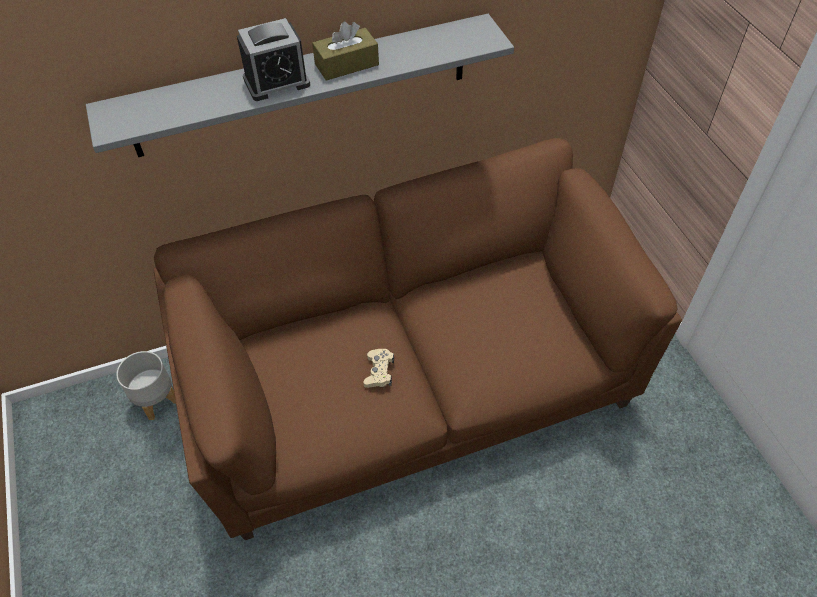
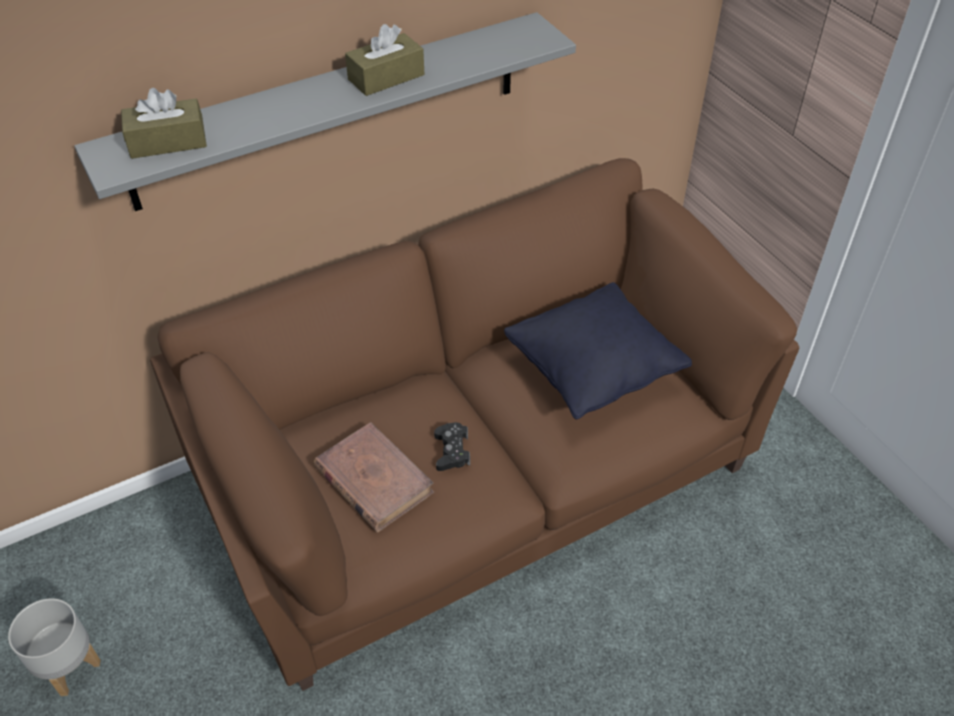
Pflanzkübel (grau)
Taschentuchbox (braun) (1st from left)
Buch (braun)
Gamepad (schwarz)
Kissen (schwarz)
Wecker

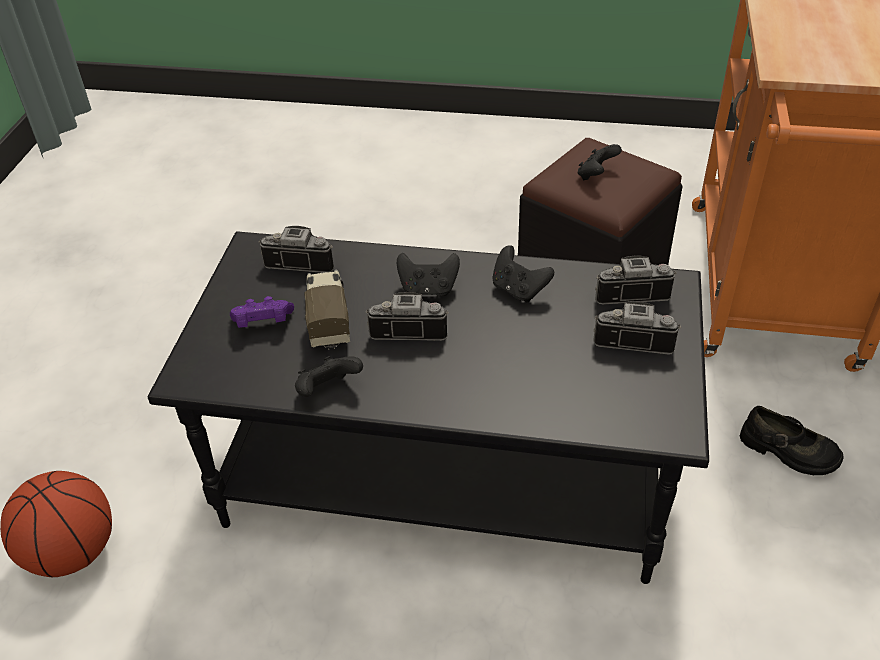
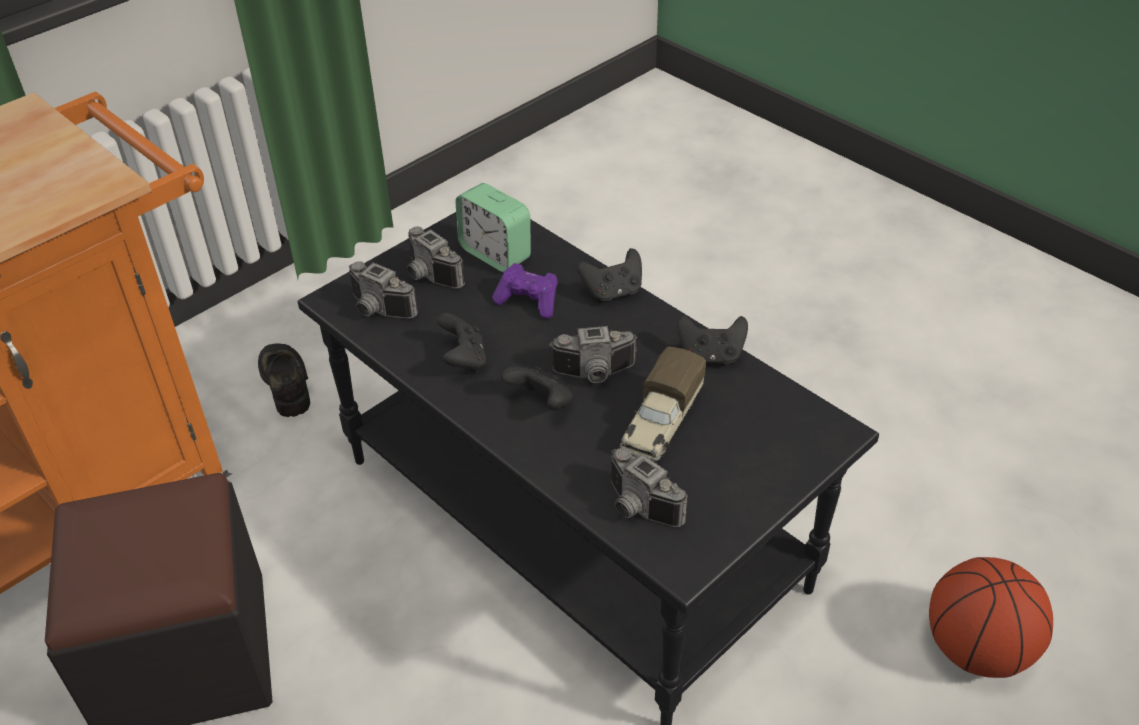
Wecker
Gamepad (lila)
Kamera (3rd from left)
Gamepad (schwarz) (3rd from left)

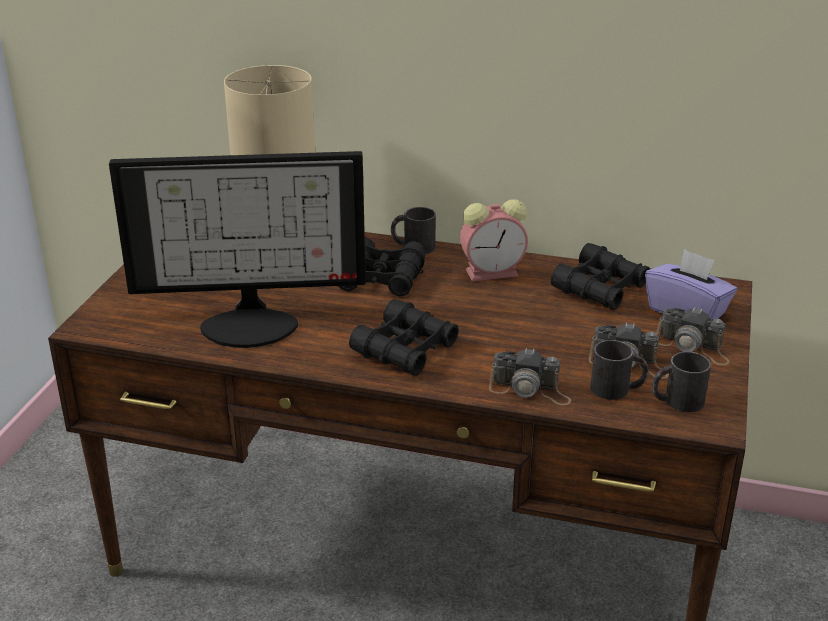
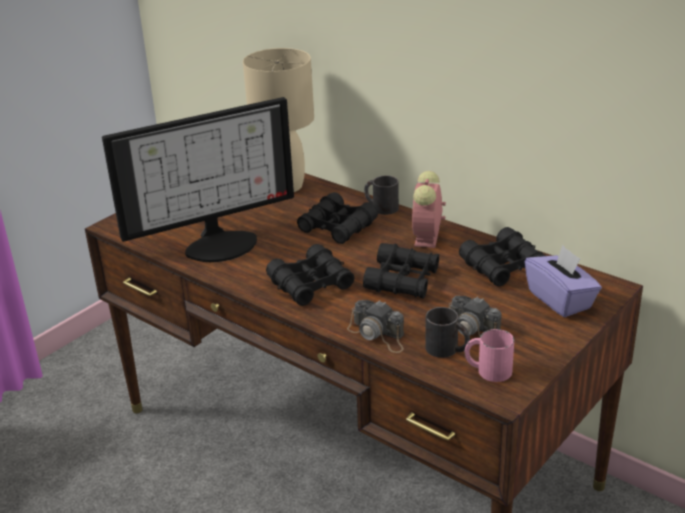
Monitor
Fernglas (schwarz) (3rd from left)
Wecker
Henkelbecher (rosa)
Kamera (3rd from left in the first image)

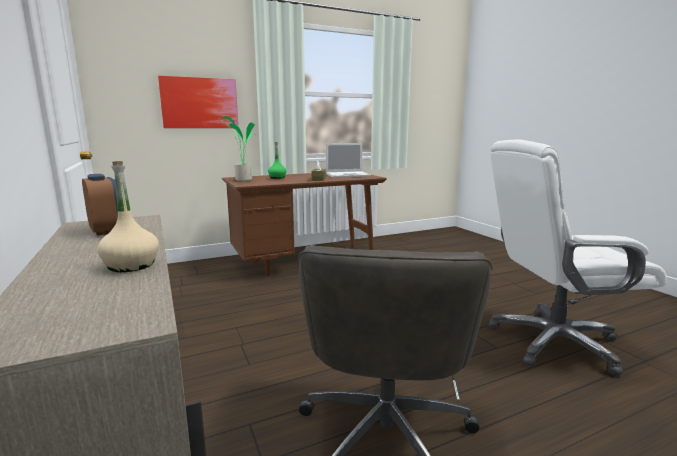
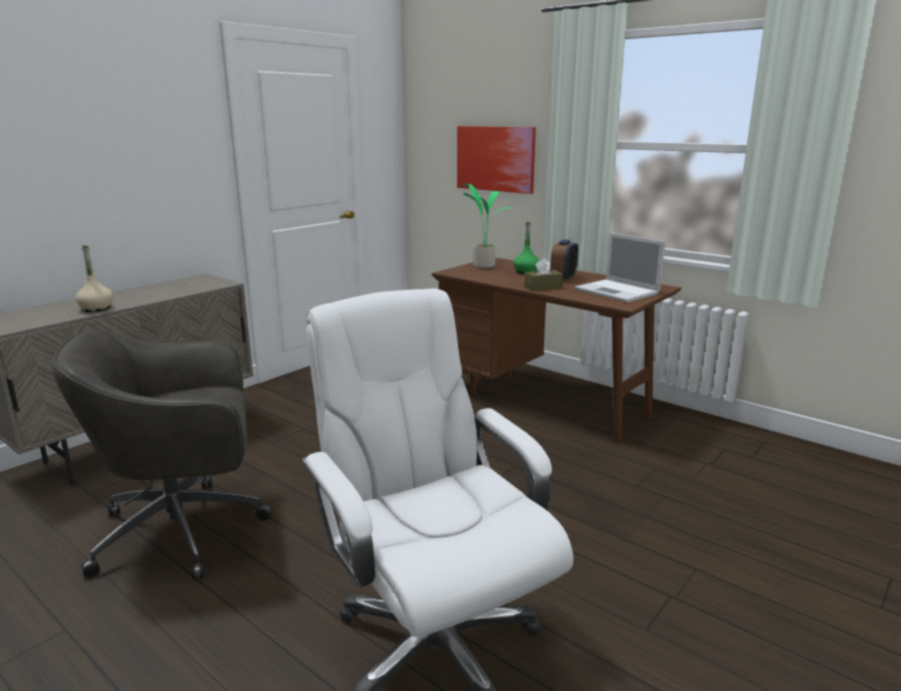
Wecker

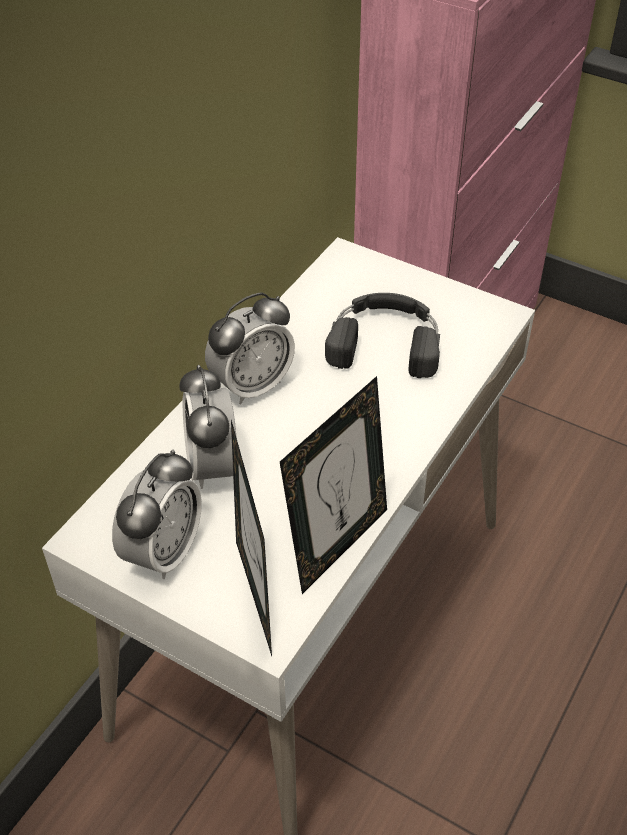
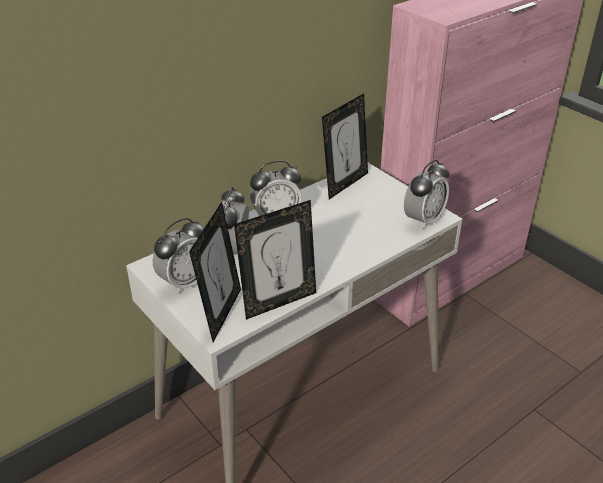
Bilderrahmen (3rd from left)
Wecker (4th from left)
Kopfhörer (schwarz)

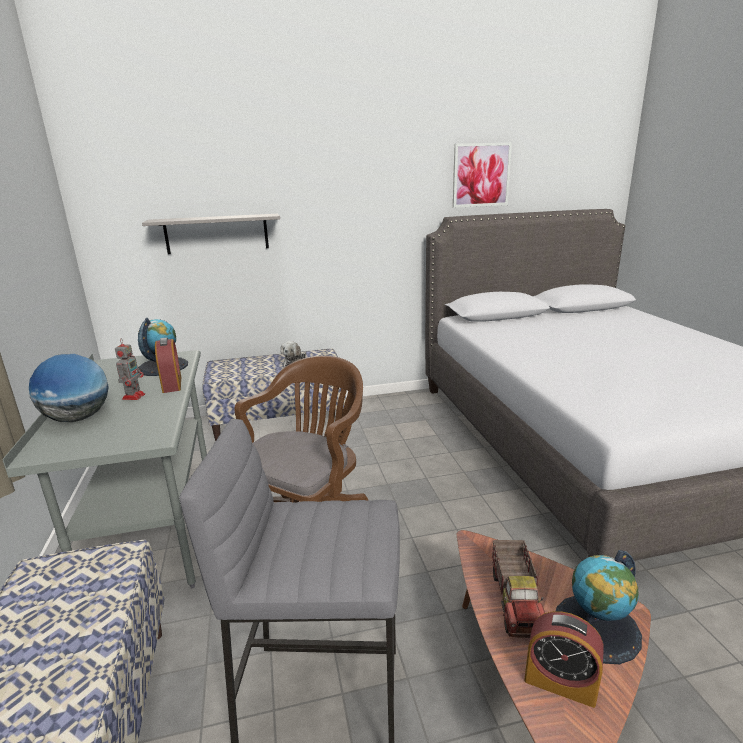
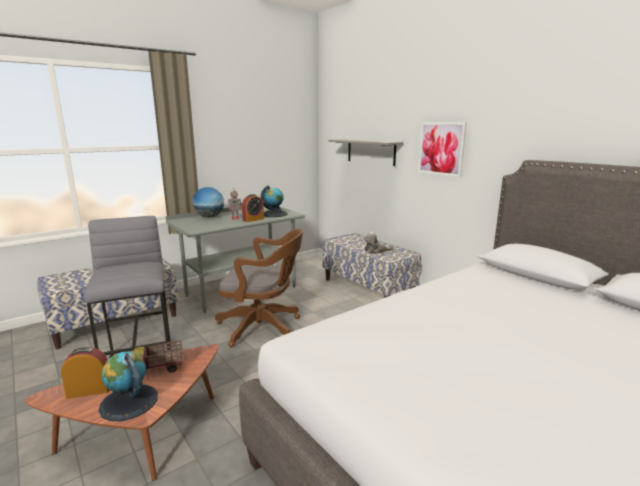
Wecker (1st from left)
Bild

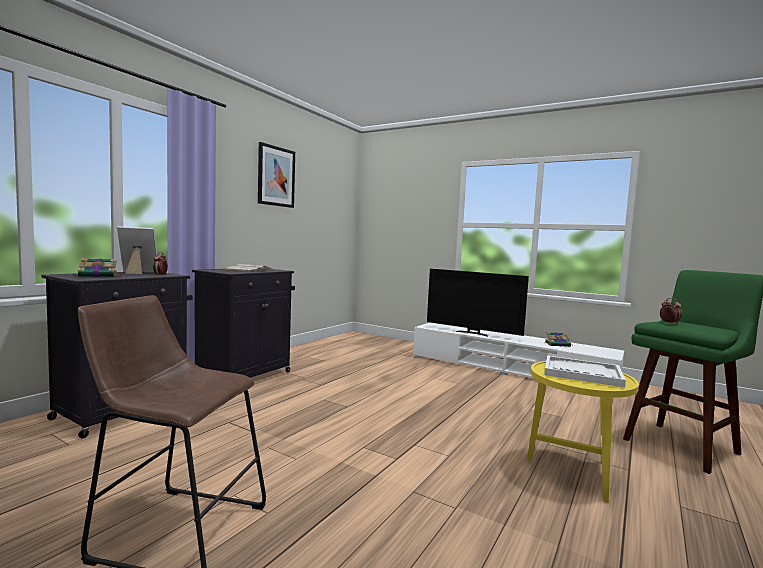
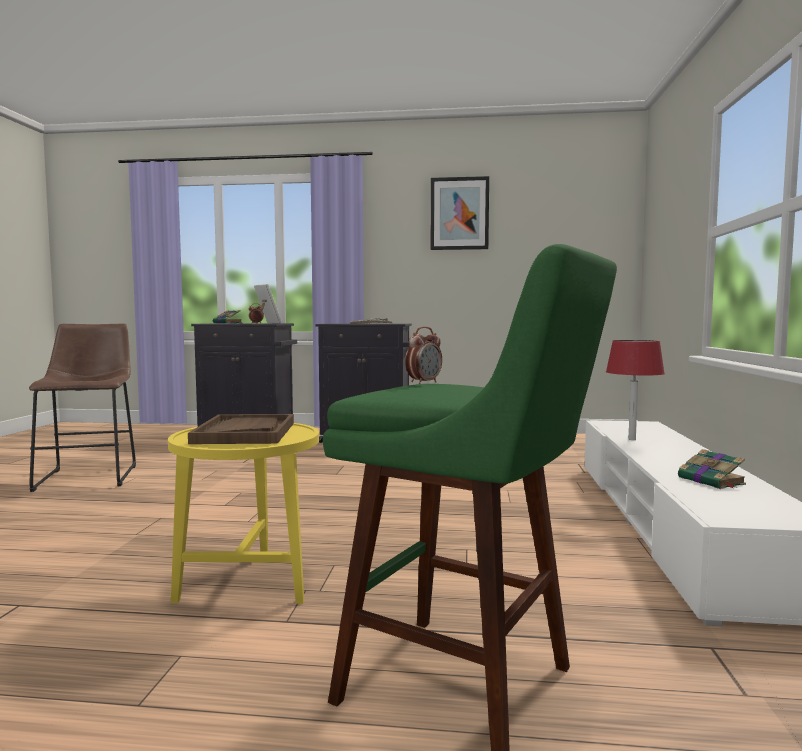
Tablett (braun)
Tischlampe (rot)

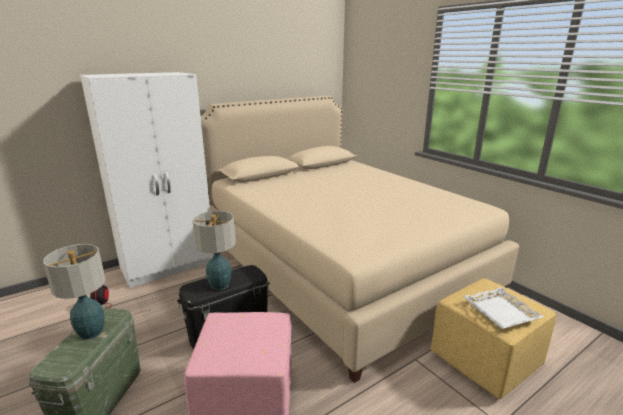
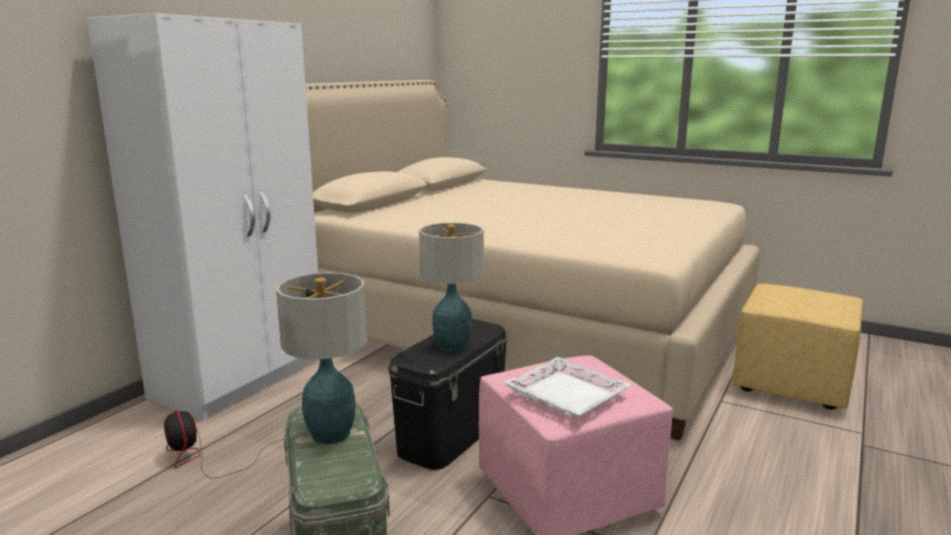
Tablett (weiß)

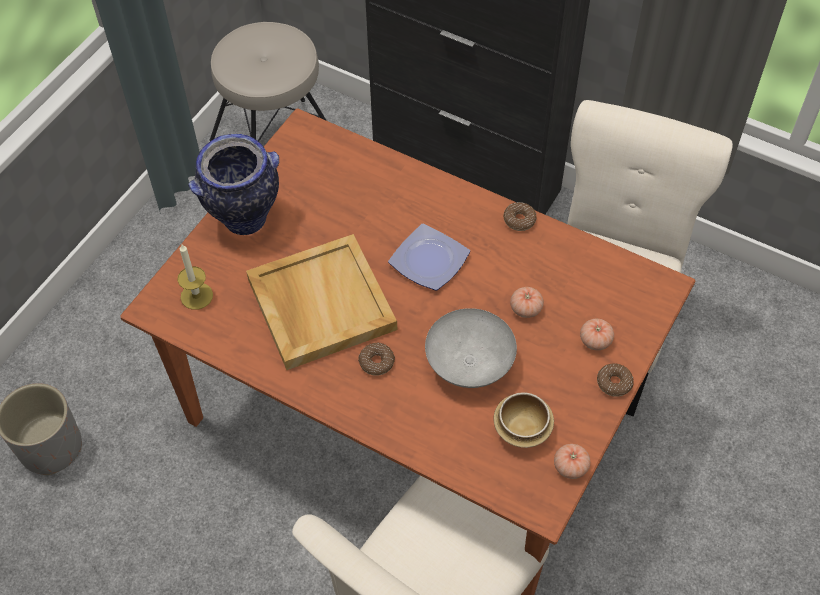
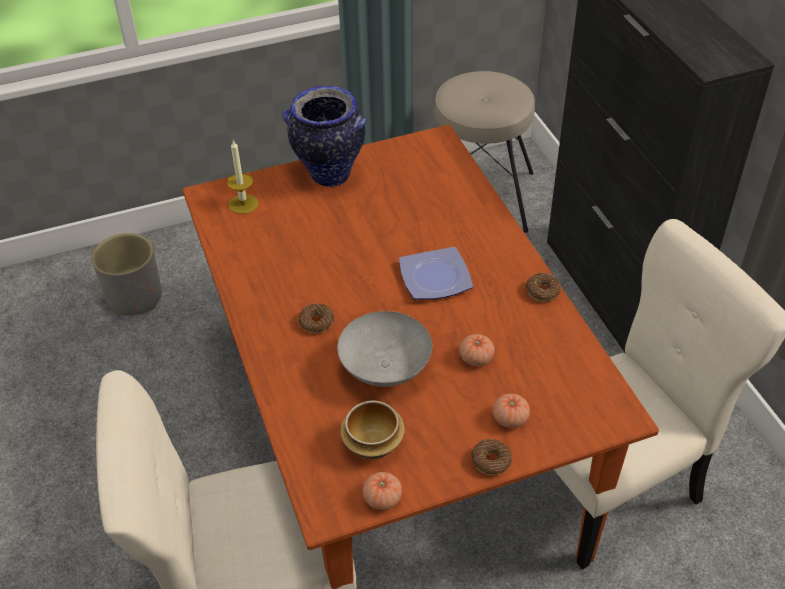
Tablett (beige)

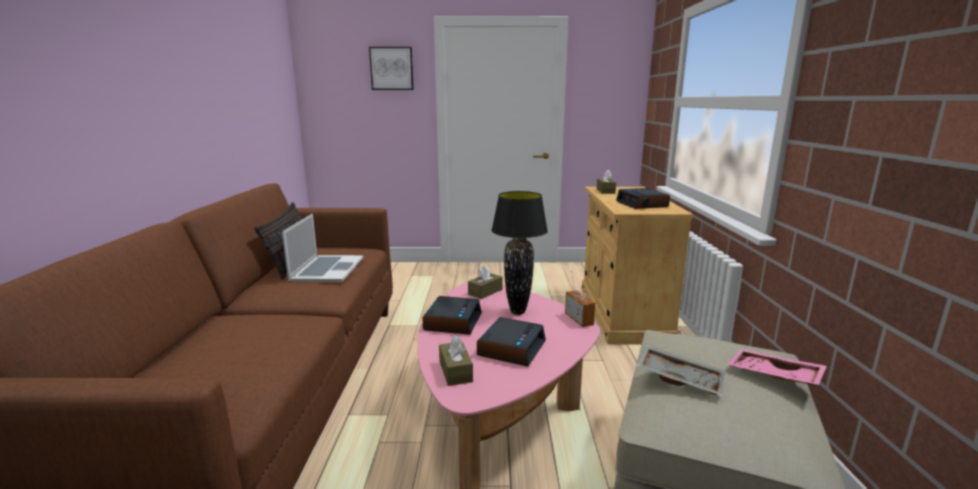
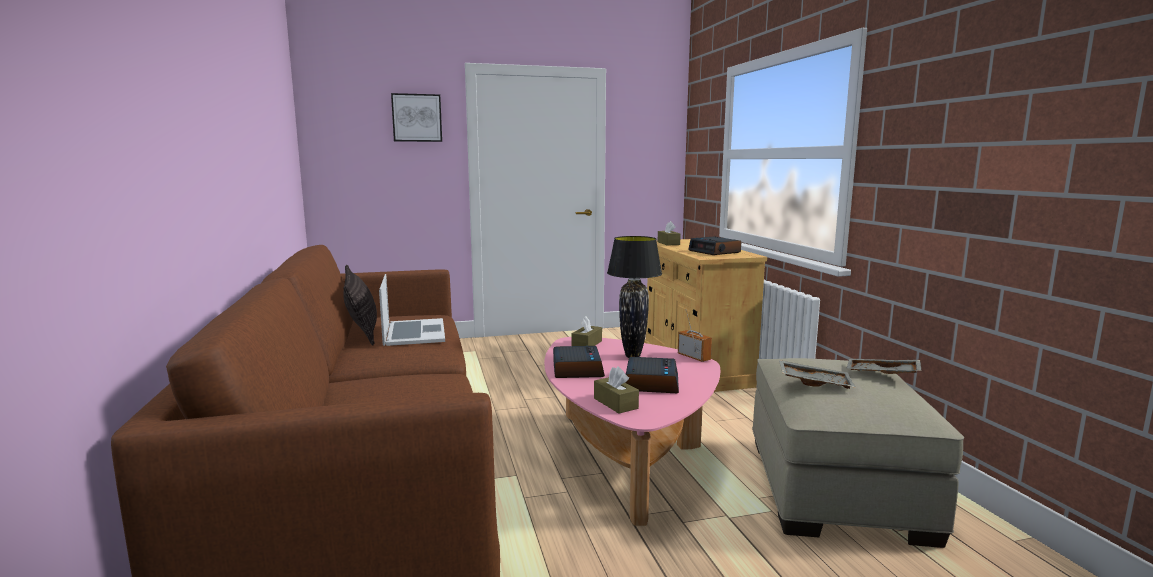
Tablett (grau) (2nd from left)

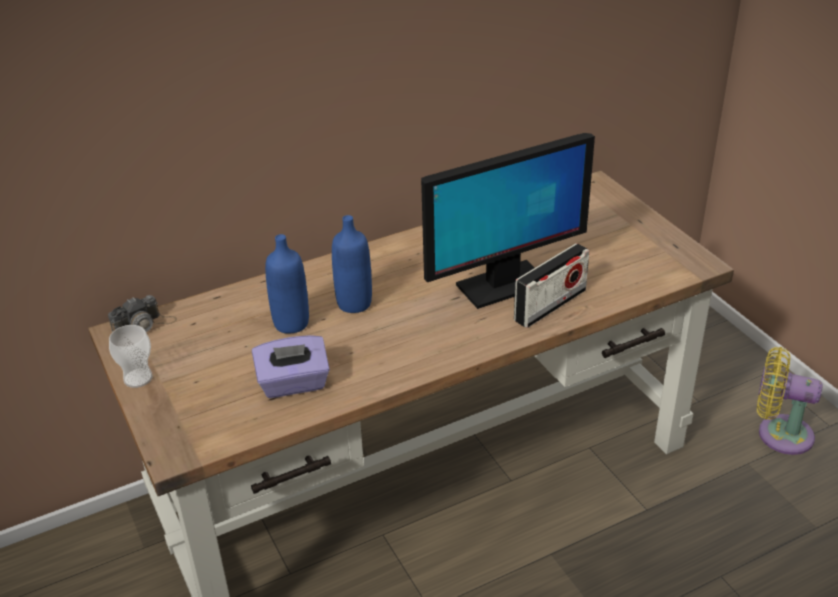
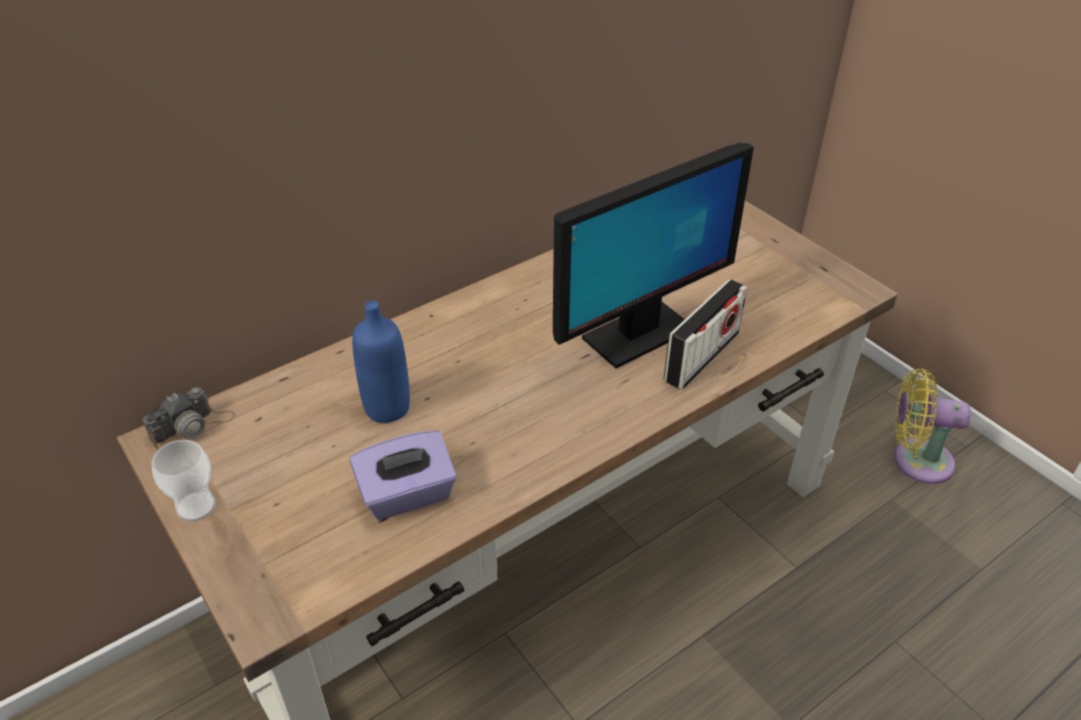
Flasche (blau) (2nd from left in the first image)

